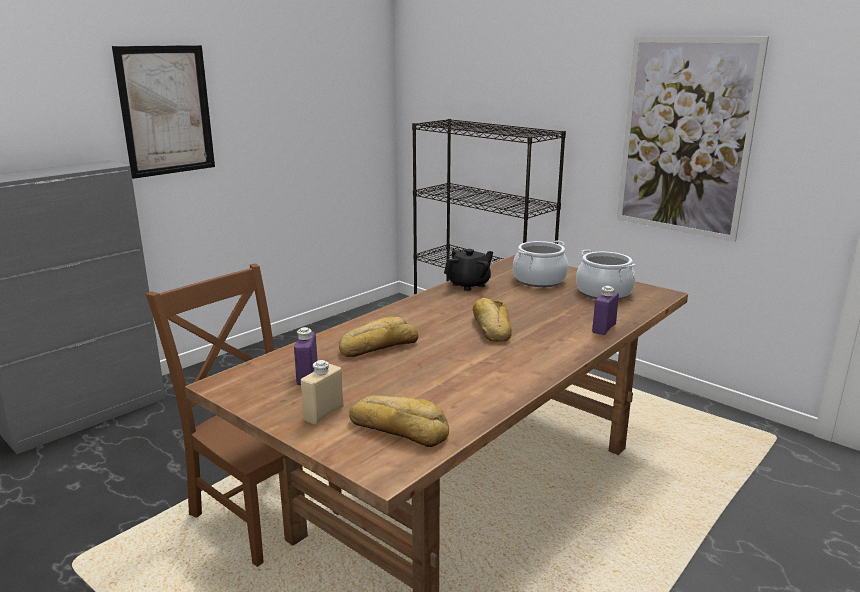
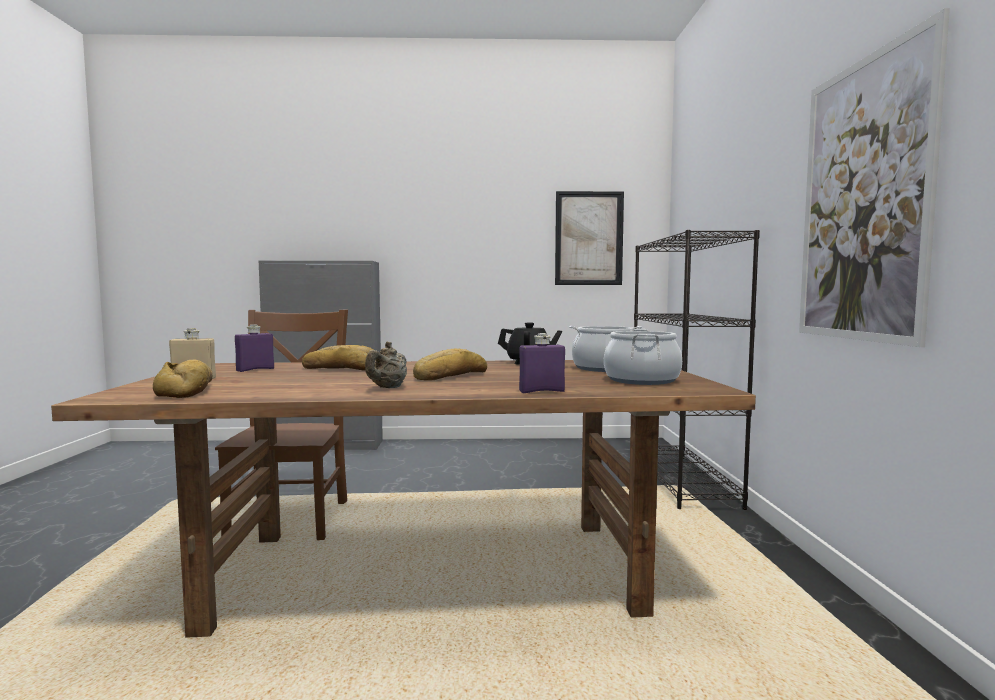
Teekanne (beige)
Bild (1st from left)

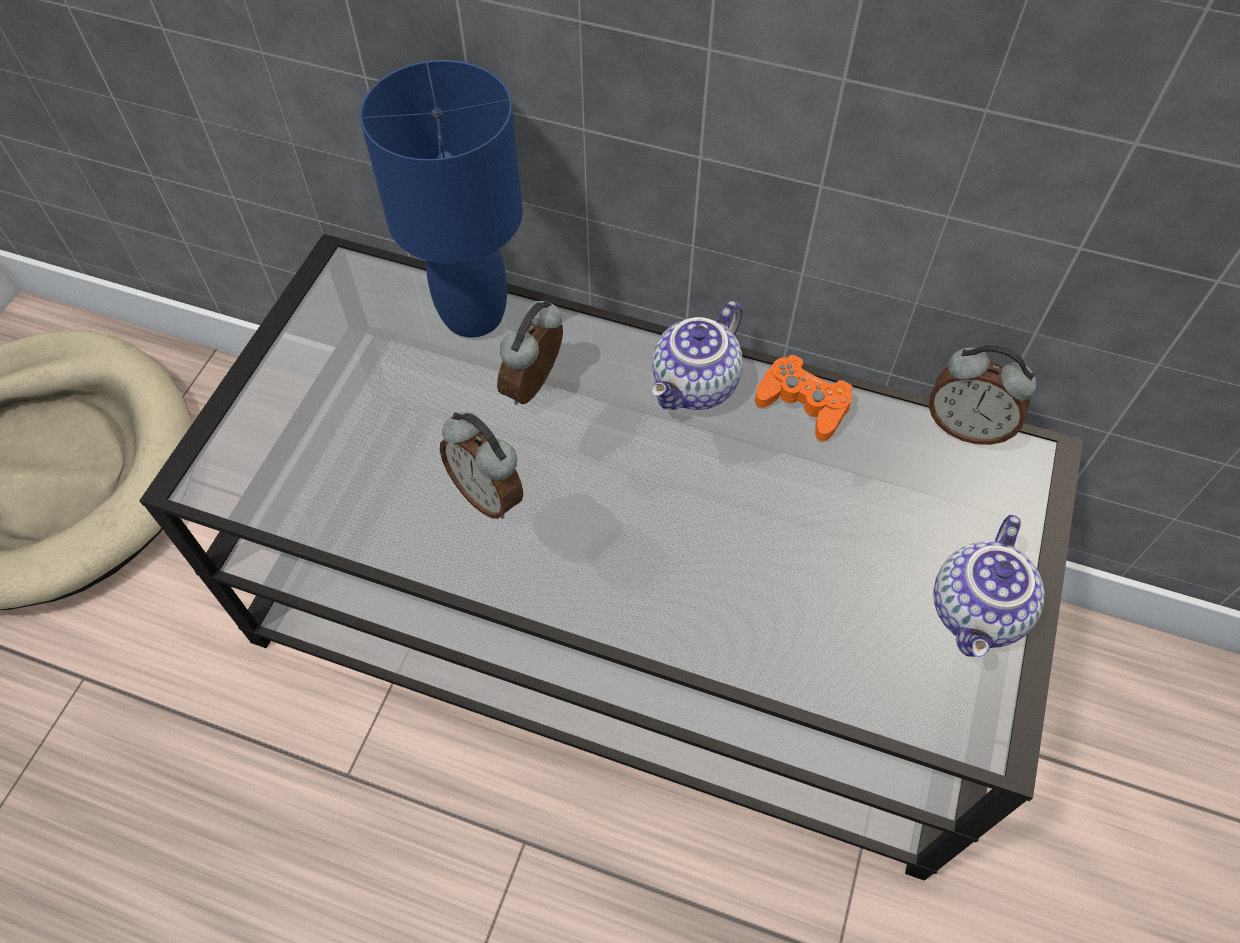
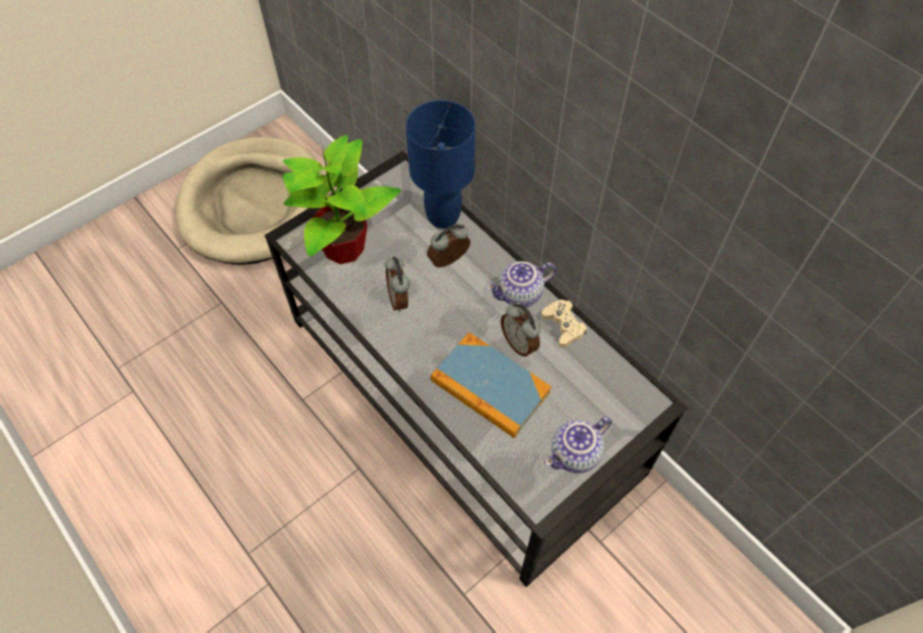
Topfpflanze
Buch
Wecker (3rd from left)
Gamepad (beige)

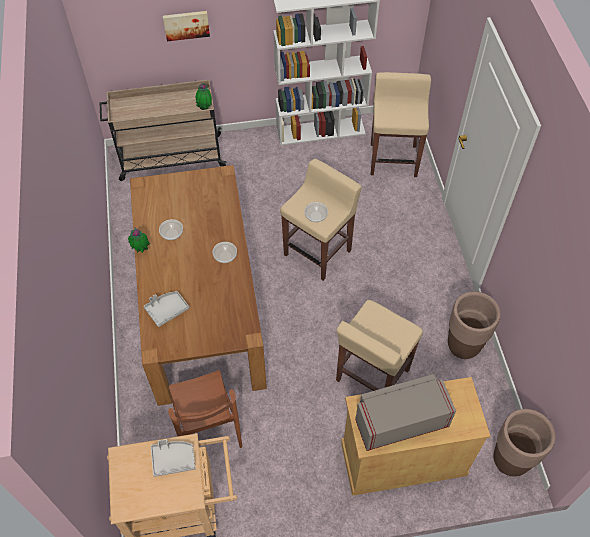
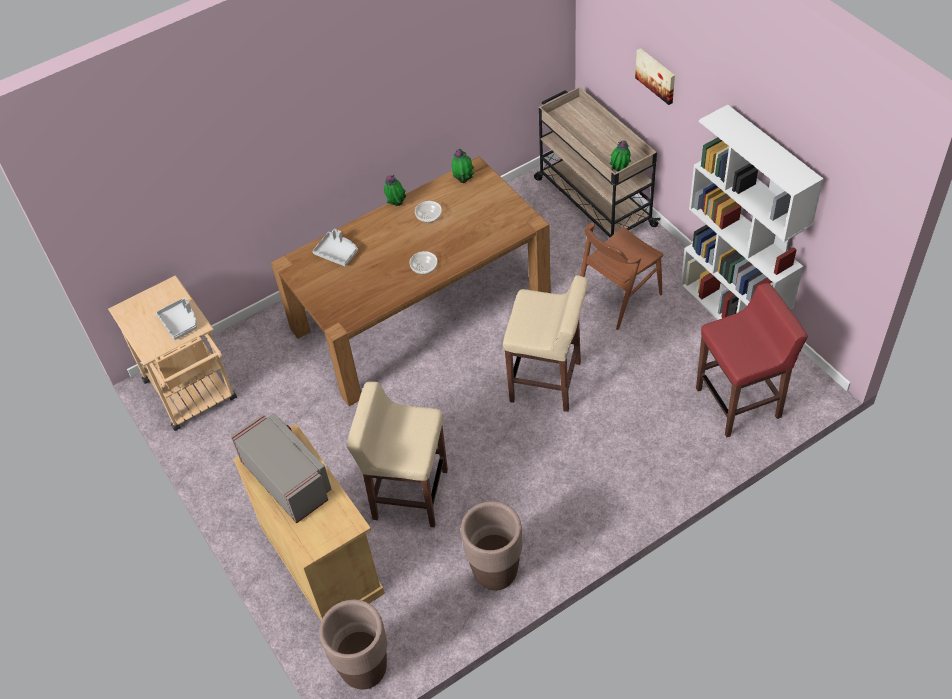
Topfpflanze (2nd from left)
Stuhl (braun)
Hocker (rot)
Schüssel (3rd from left in the first image)

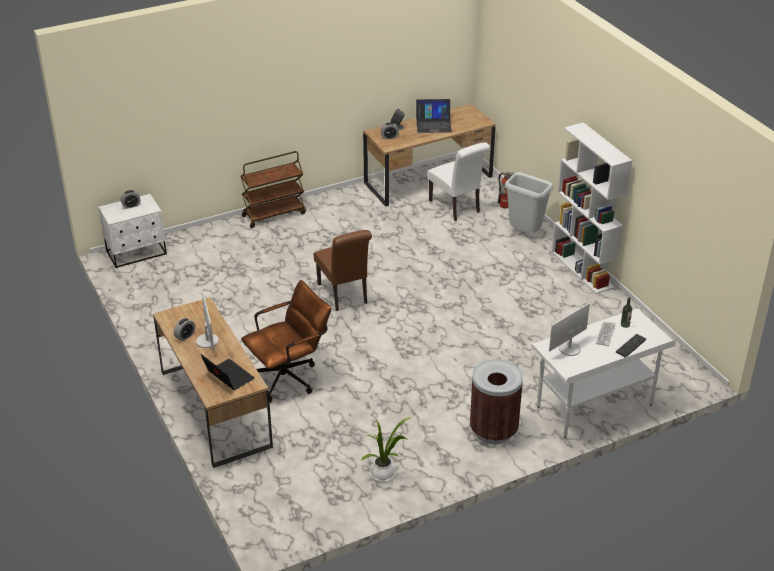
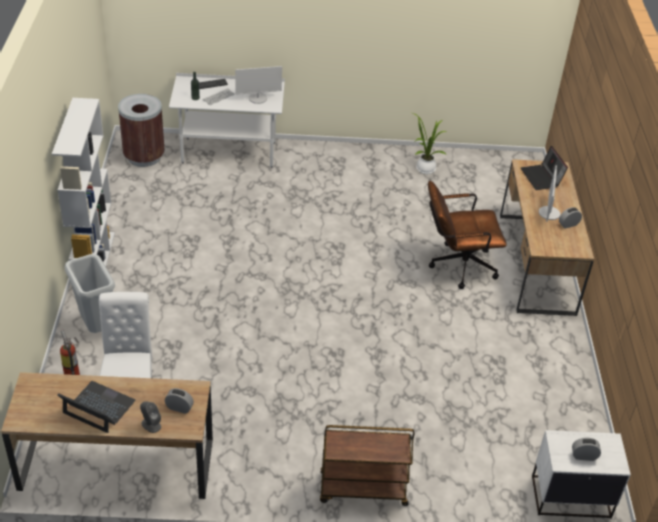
Mülleimer (braun)
Stuhl (braun)

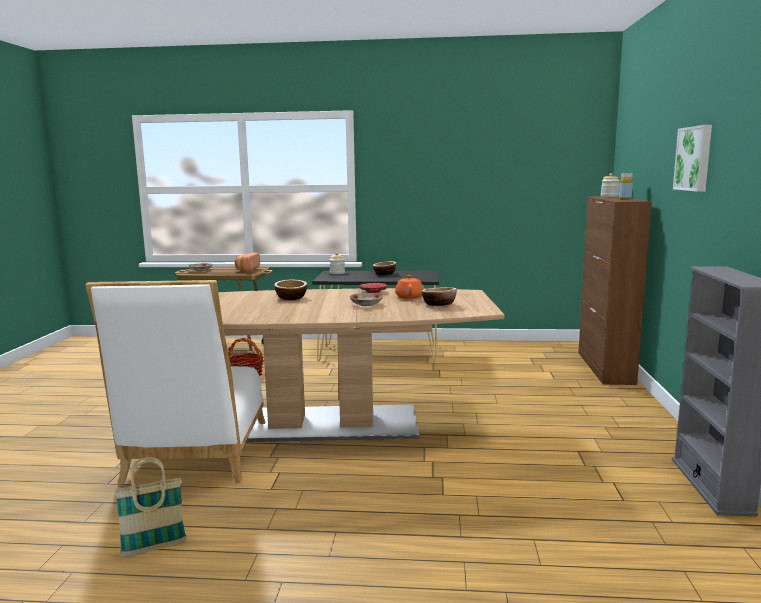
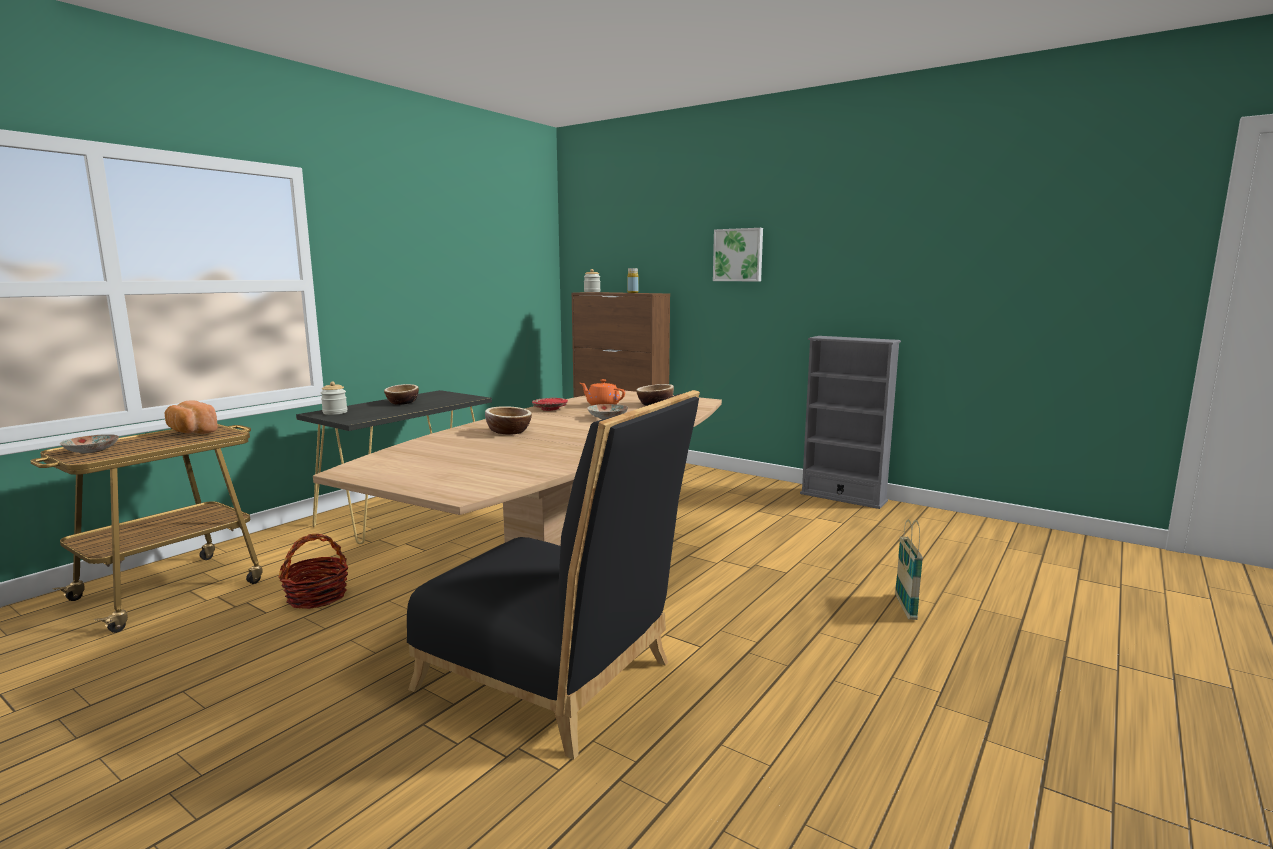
Stuhl (schwarz)
Korb (2nd from left)

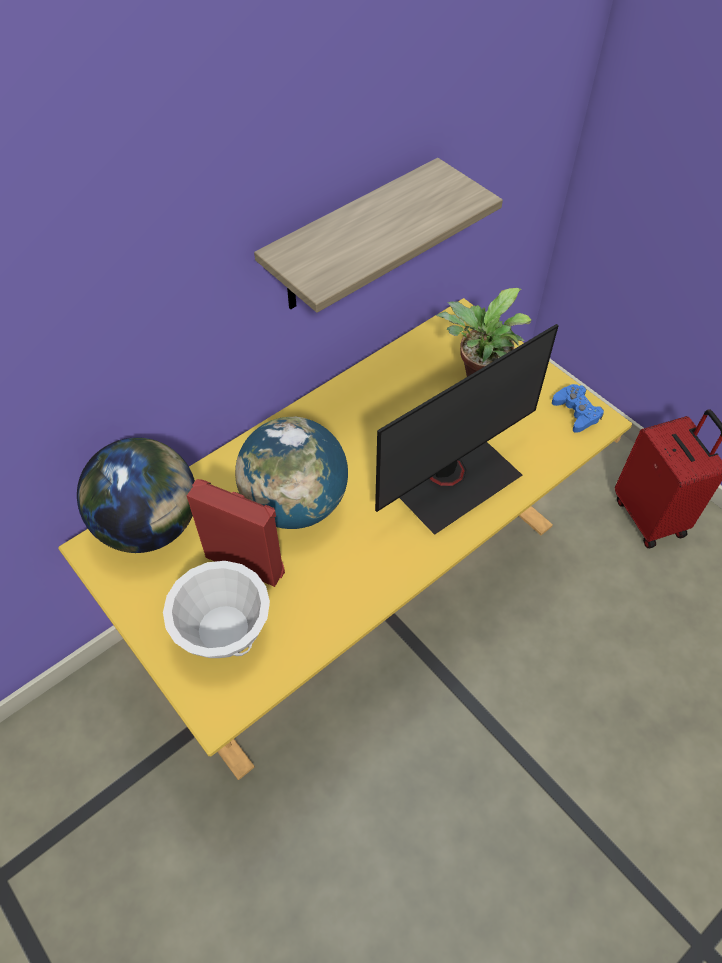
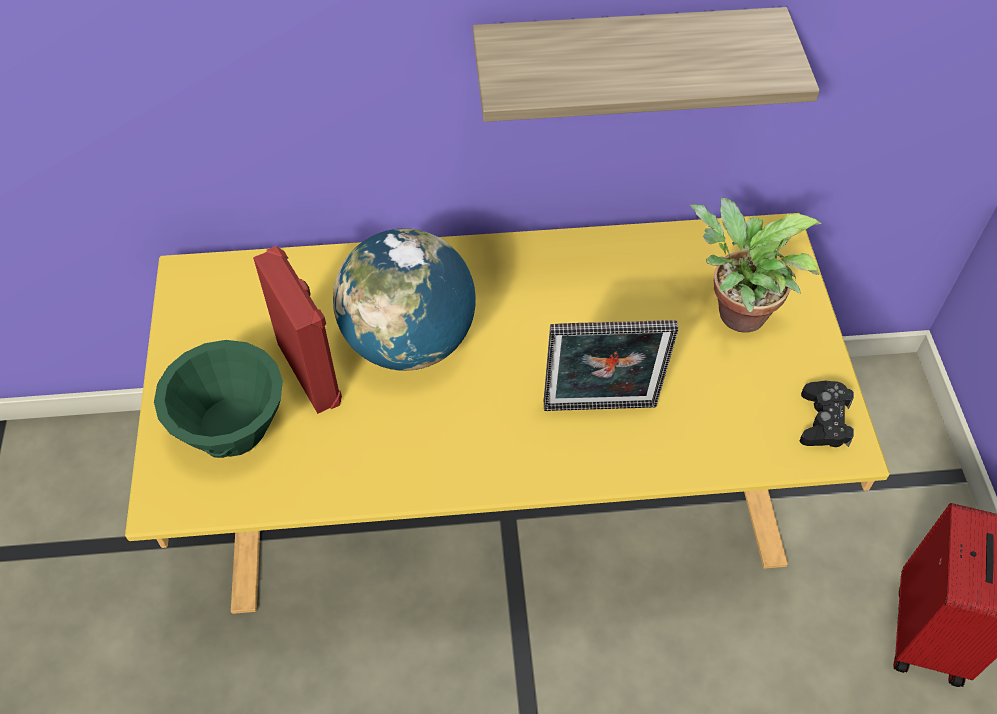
Schüssel (grün)
Bilderrahmen
Gamepad (schwarz)
Globus (1st from left in the first image)

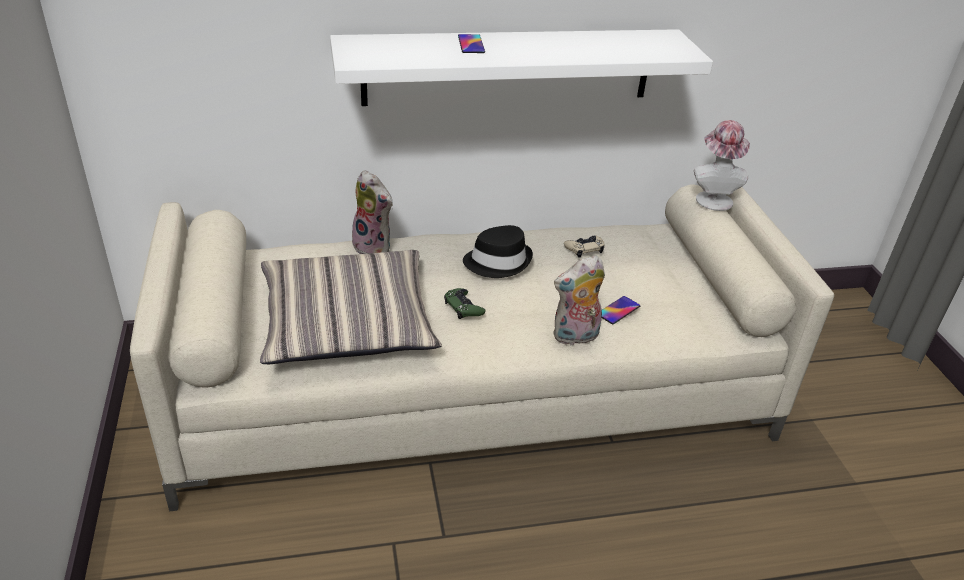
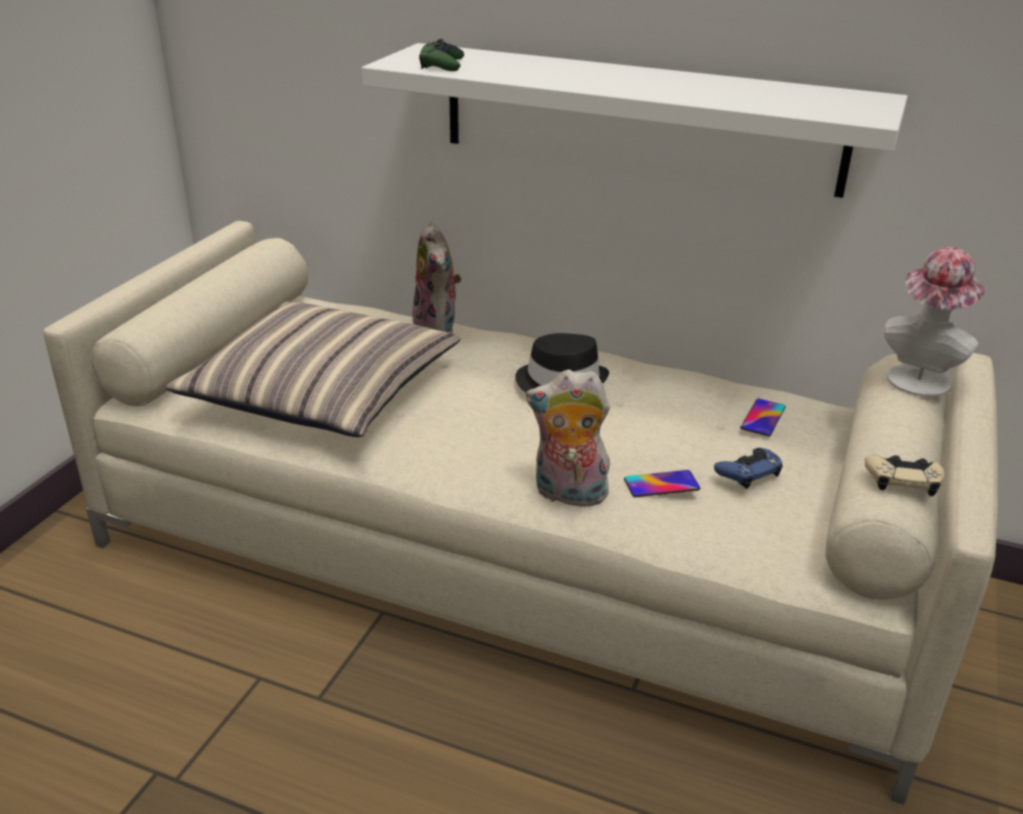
Gamepad (grün)
Gamepad (blau)
Handy (2nd from left)
Gamepad (beige)

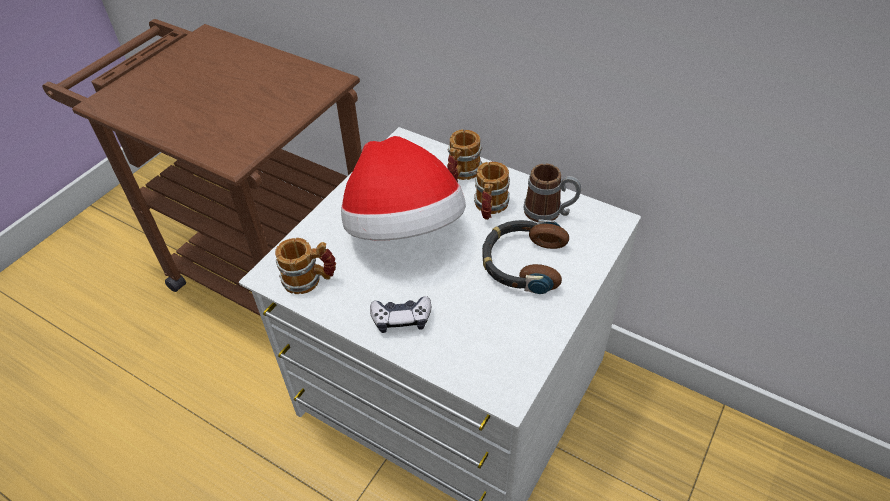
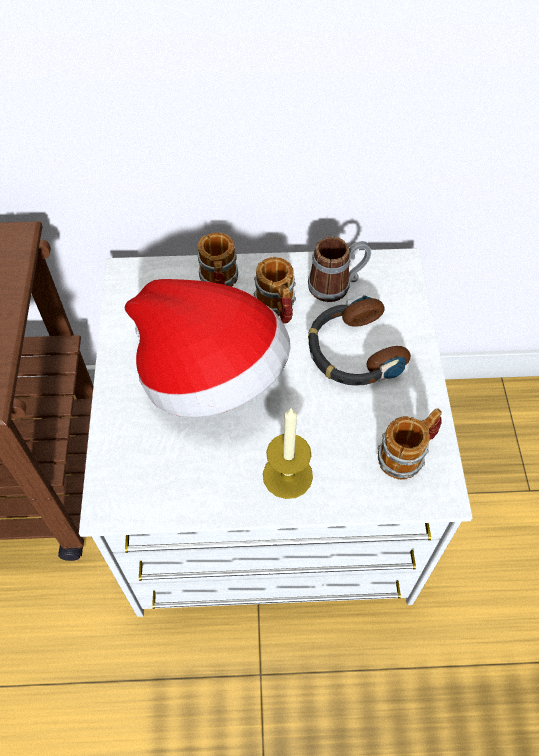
Kerze
Henkelbecher (4th from left)

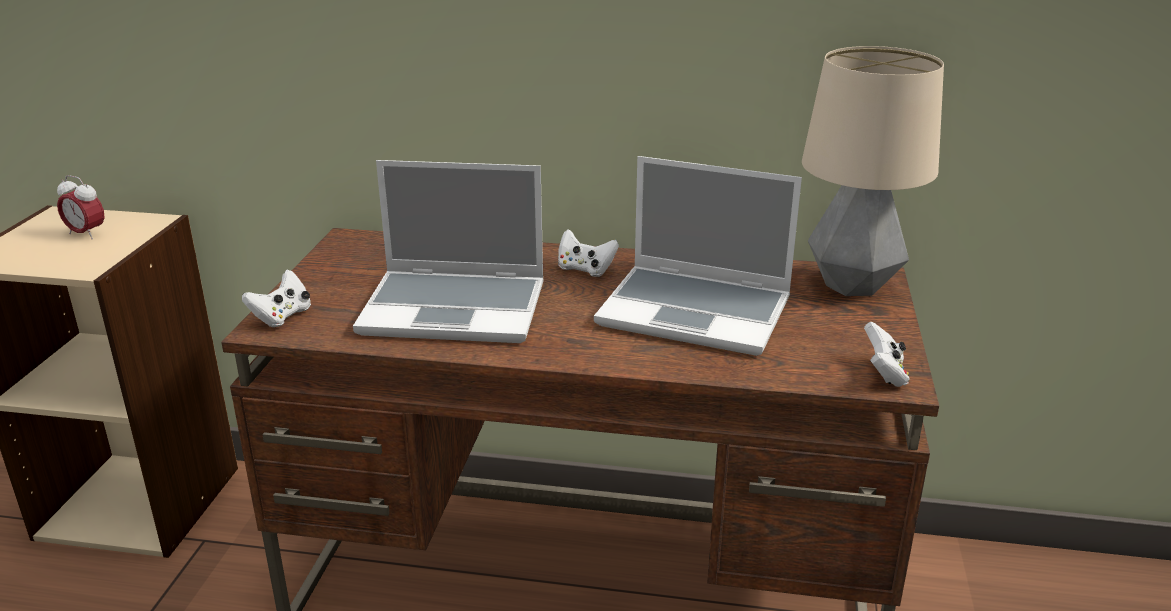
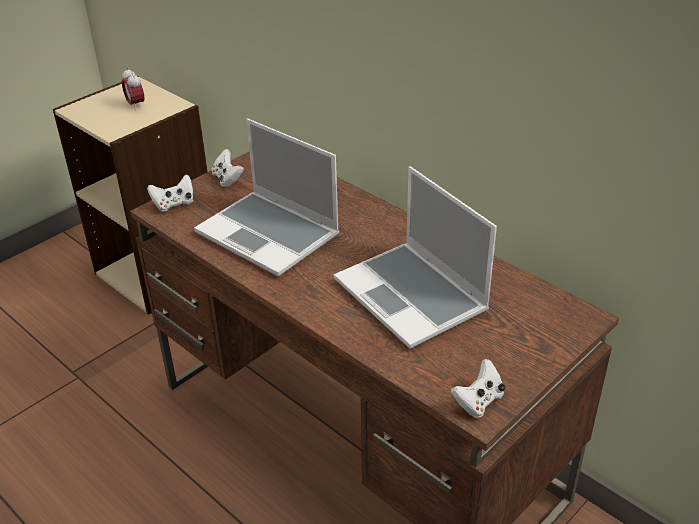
Gamepad (weiß) (2nd from left)
Tischlampe

